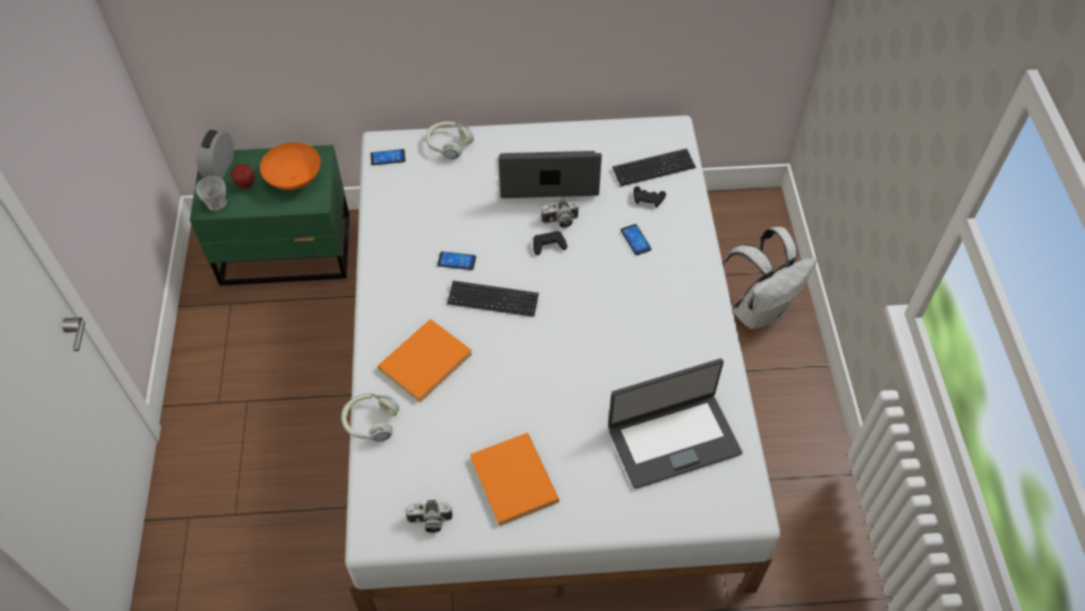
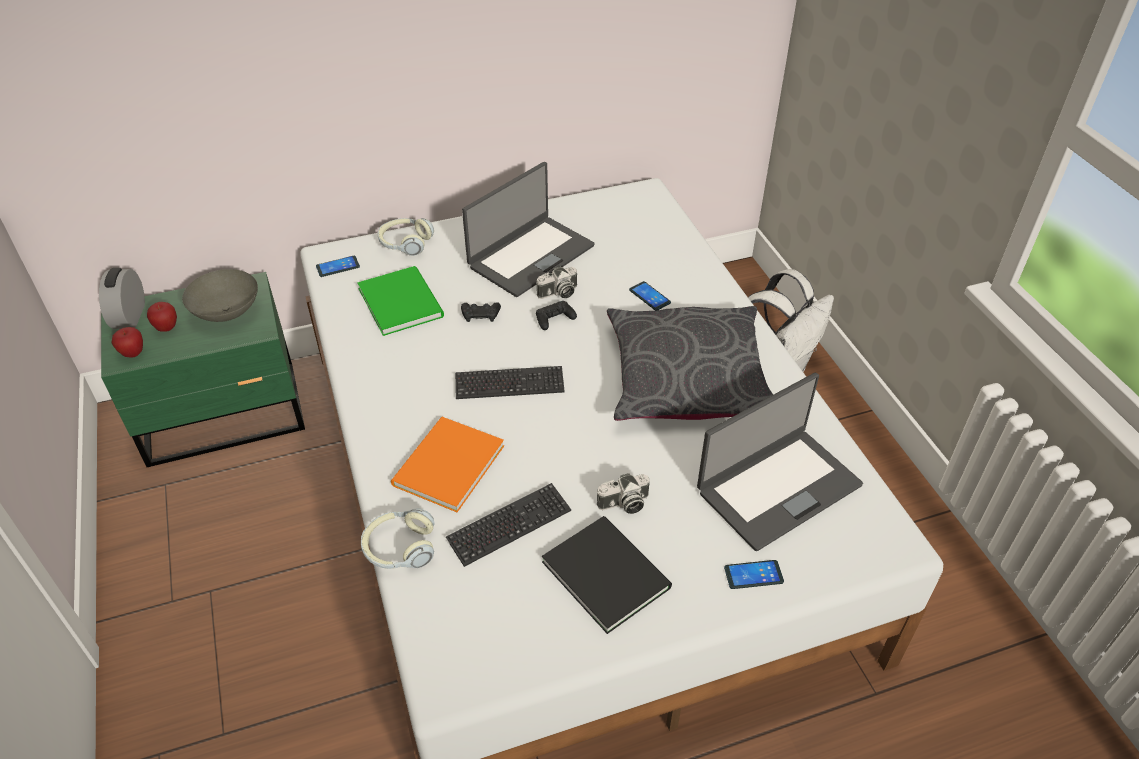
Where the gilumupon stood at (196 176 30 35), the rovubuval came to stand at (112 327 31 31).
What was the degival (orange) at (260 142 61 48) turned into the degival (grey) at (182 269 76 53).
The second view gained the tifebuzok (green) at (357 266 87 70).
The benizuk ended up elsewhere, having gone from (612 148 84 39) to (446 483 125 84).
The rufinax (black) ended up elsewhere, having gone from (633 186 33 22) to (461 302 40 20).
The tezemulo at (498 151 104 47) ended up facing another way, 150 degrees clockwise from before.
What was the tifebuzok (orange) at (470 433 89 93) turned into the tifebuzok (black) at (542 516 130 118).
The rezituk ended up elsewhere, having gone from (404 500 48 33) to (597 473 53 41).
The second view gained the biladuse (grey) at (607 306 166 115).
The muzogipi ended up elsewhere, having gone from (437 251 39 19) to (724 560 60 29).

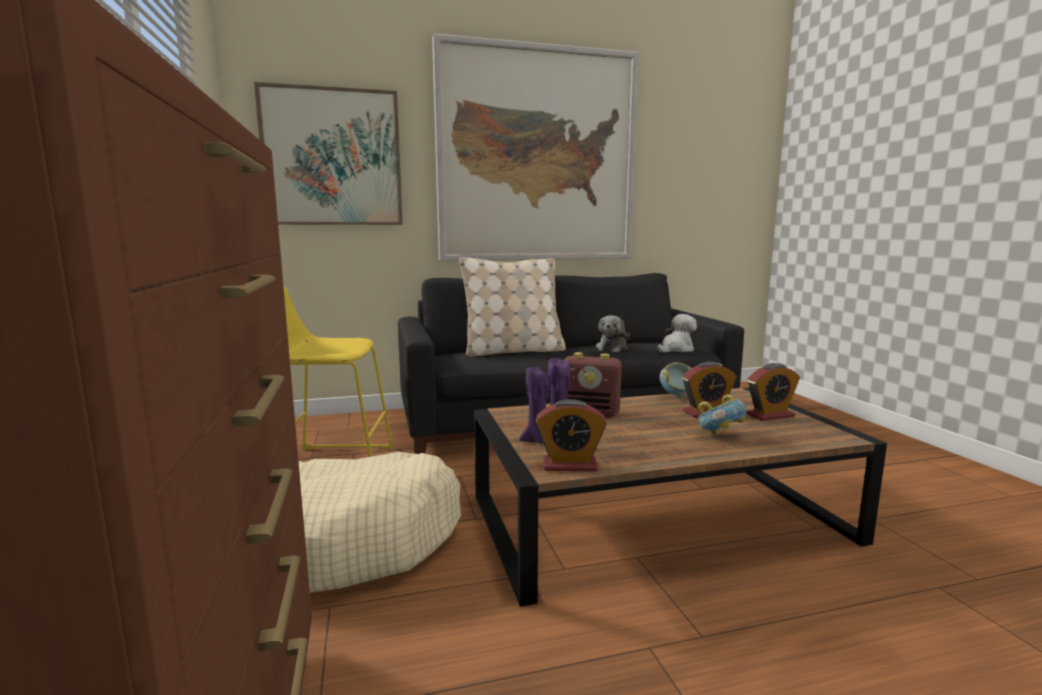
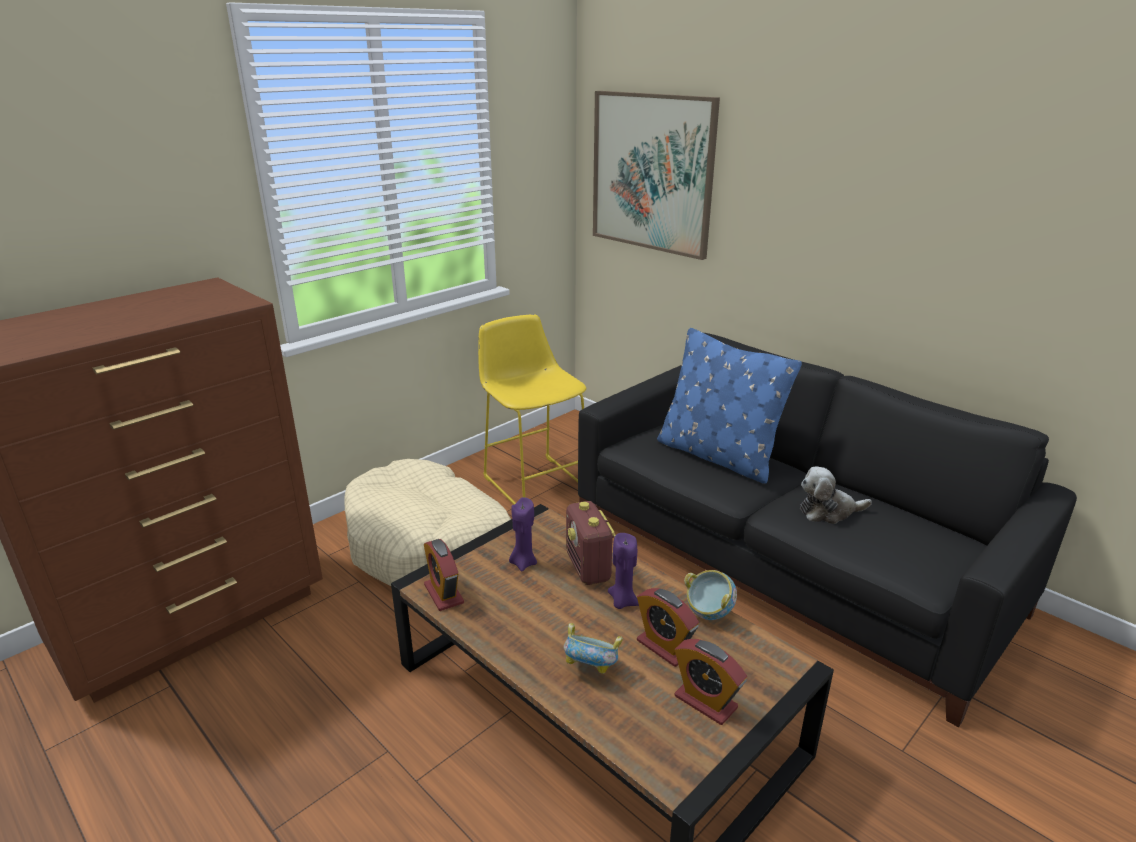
The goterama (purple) ended up elsewhere, having gone from (520 367 30 77) to (608 533 31 76).
What was the biladuse (beige) at (459 257 107 99) turned into the biladuse (blue) at (657 328 145 156).
The second view lost the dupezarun at (432 33 207 228).
The second view lost the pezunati at (657 314 40 38).

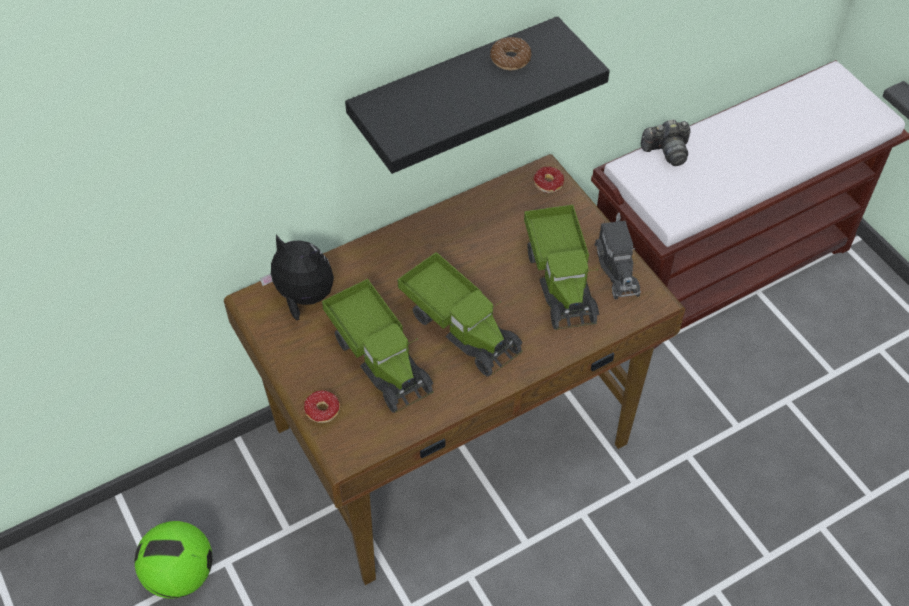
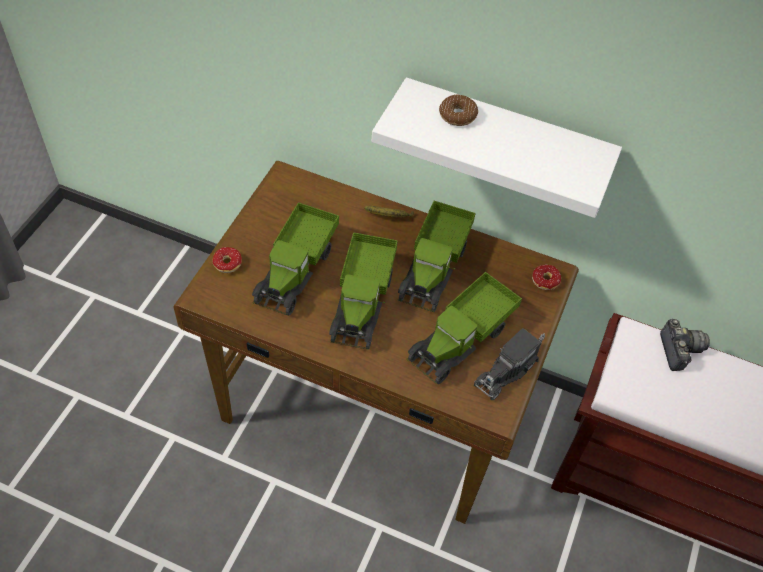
The second view gained the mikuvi at (364 206 50 11).
What was the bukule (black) at (345 16 265 158) turned into the bukule (white) at (372 78 250 140).
The second view gained the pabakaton at (398 201 77 111).
The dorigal ended up elsewhere, having gone from (490 37 42 33) to (439 95 39 31).
The rezituk at (641 119 49 47) ended up facing another way, 135 degrees counterclockwise from before.
The second view lost the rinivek at (134 521 78 78).
The second view lost the pezunati at (260 235 74 86).

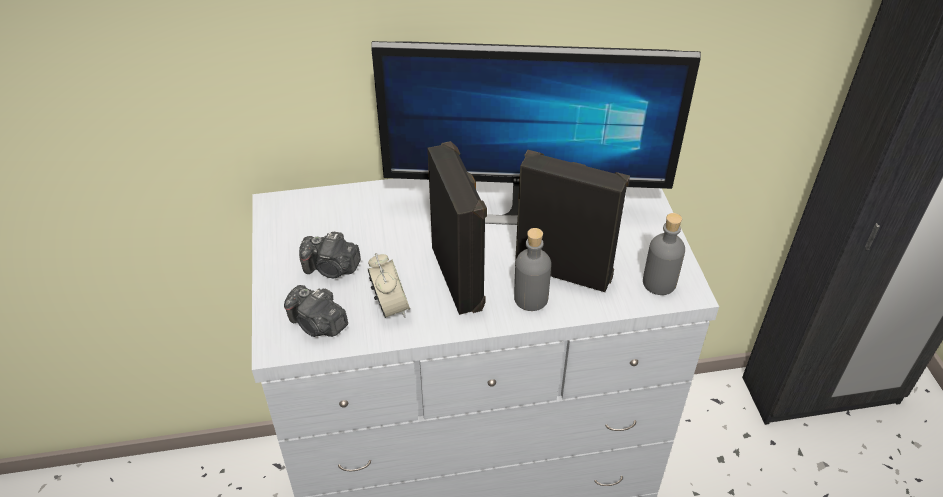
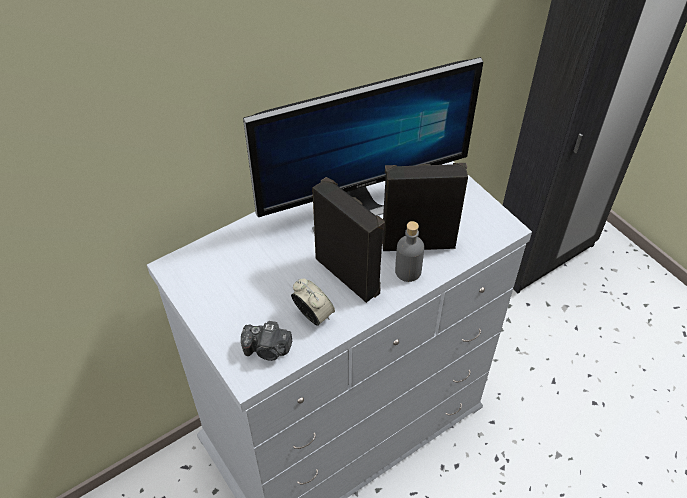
The second view lost the rezituk at (299 231 62 47).
The second view lost the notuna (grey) at (643 213 42 82).

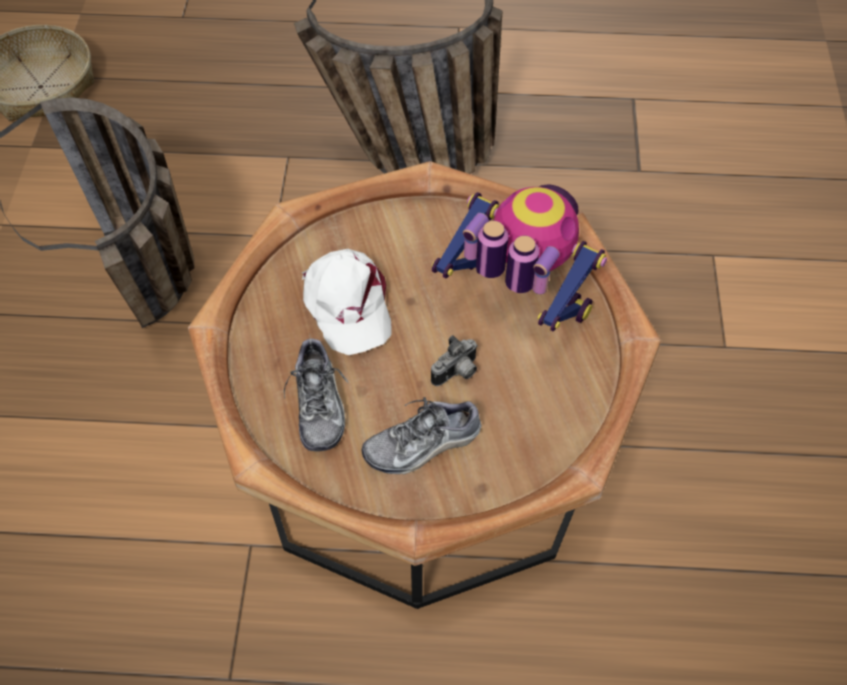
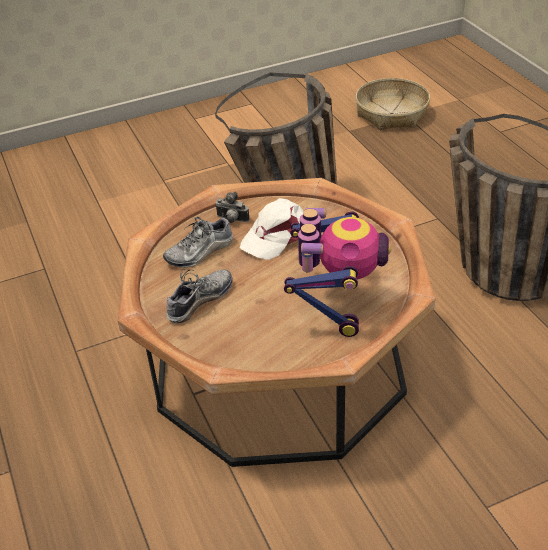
The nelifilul at (362 397 119 78) ended up facing another way, 90 degrees clockwise from before.
The rezituk ended up elsewhere, having gone from (431 335 47 51) to (215 192 34 31).

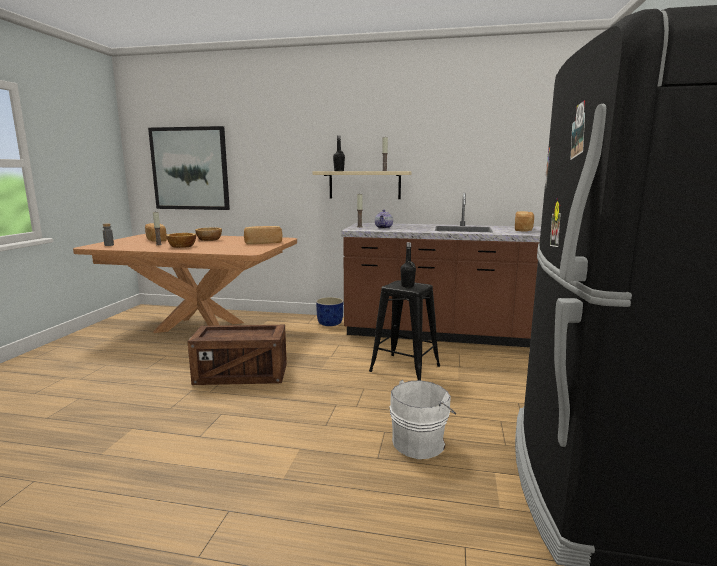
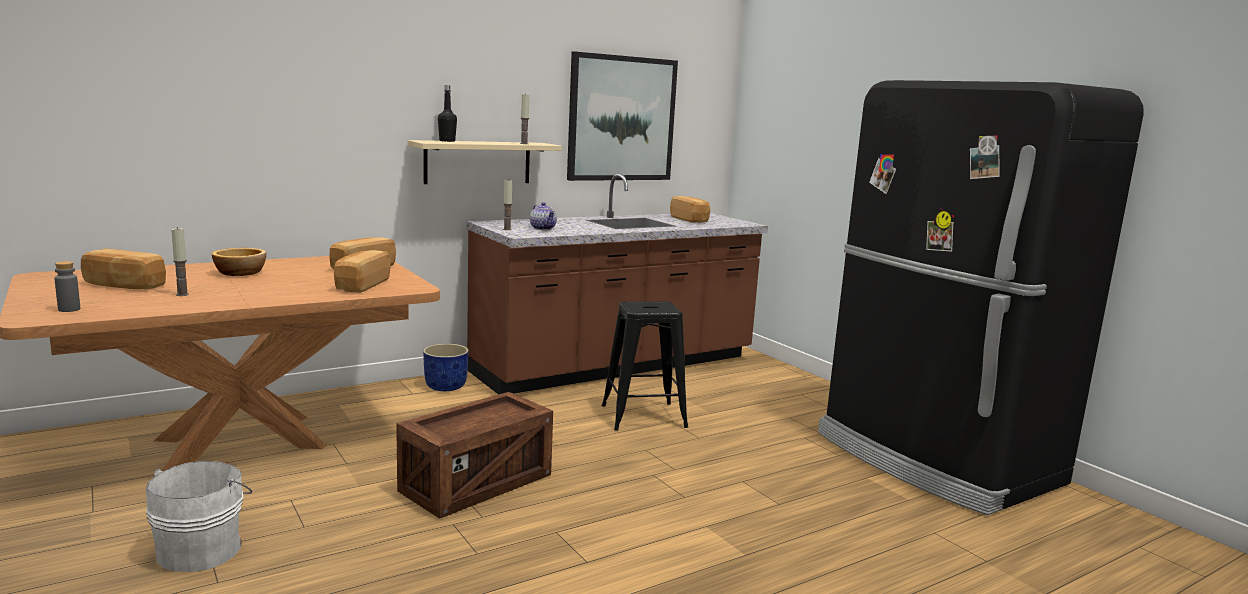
The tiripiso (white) ended up elsewhere, having gone from (389 380 67 79) to (146 461 106 111).
The second view gained the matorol at (334 250 57 43).
The dupezarun ended up elsewhere, having gone from (148 126 82 84) to (567 51 111 130).
The second view lost the degival at (166 233 30 15).
The second view lost the notuna (black) at (400 242 16 46).

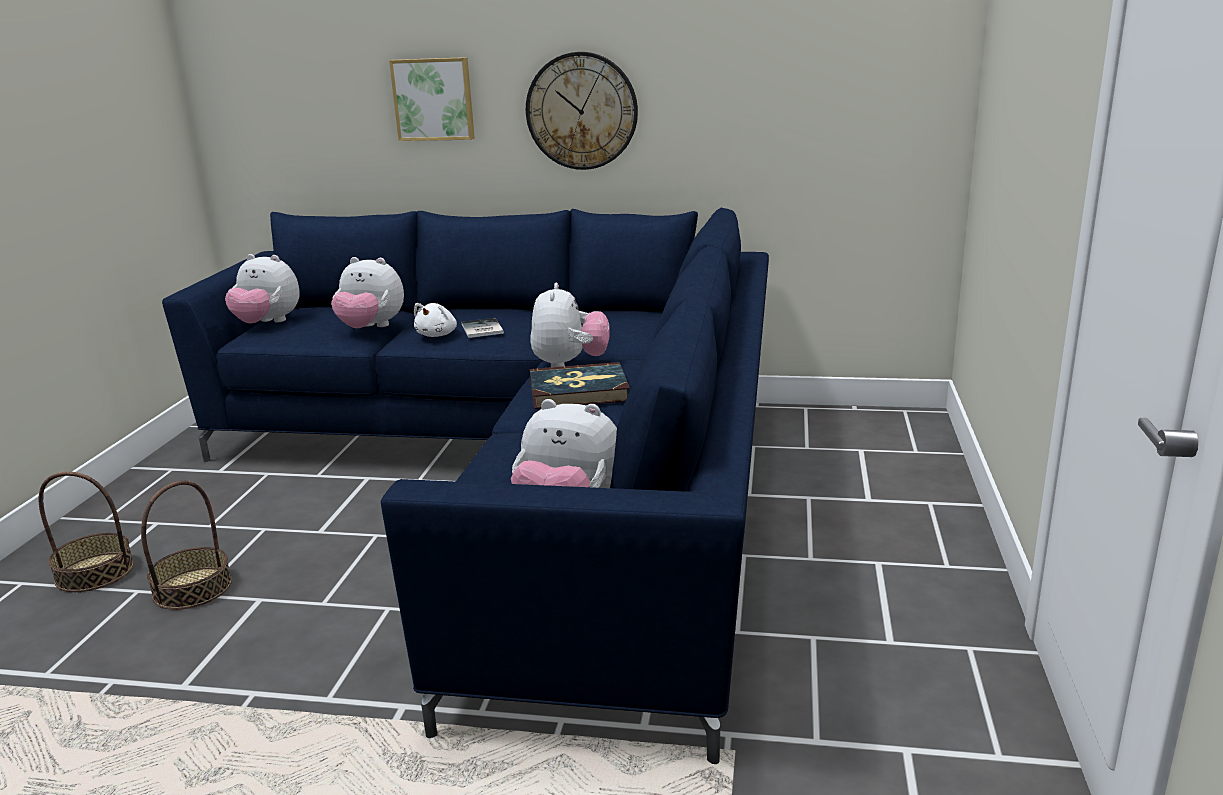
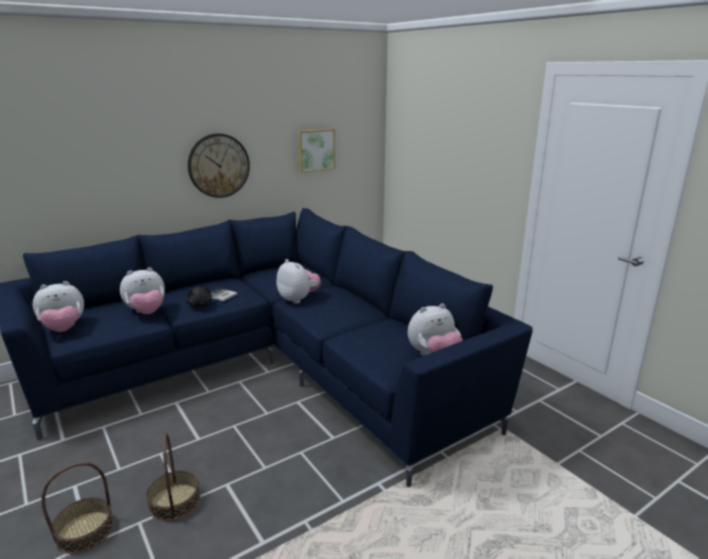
What was the pezunati (white) at (414 303 43 34) turned into the pezunati (black) at (186 287 26 20).
The dupezarun ended up elsewhere, having gone from (389 57 86 84) to (297 129 38 44).
The second view lost the tifebuzok at (530 362 100 47).

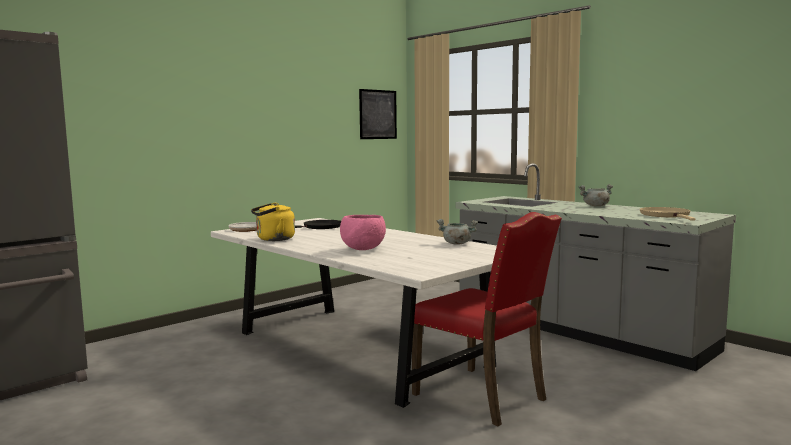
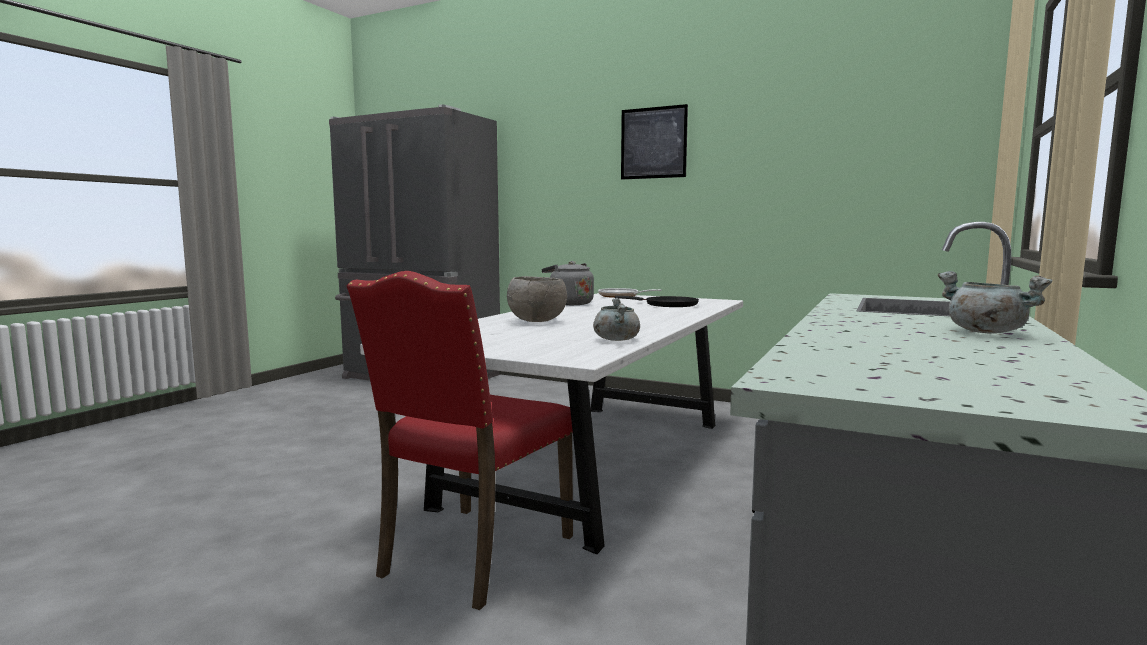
What was the degival (pink) at (340 215 46 35) turned into the degival (grey) at (507 276 60 46).
What was the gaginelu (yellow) at (251 203 44 38) turned into the gaginelu (grey) at (542 261 52 44).
The dupezarun ended up elsewhere, having gone from (359 89 38 50) to (621 104 67 76).
The second view lost the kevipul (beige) at (640 207 56 14).

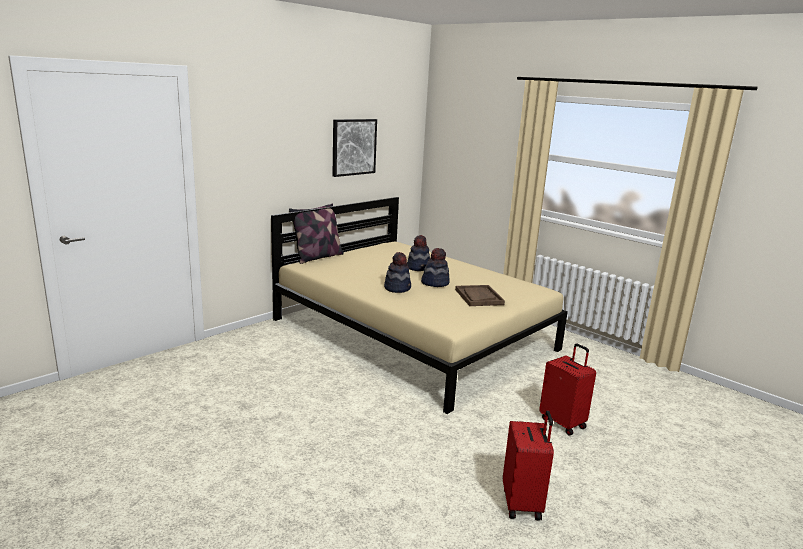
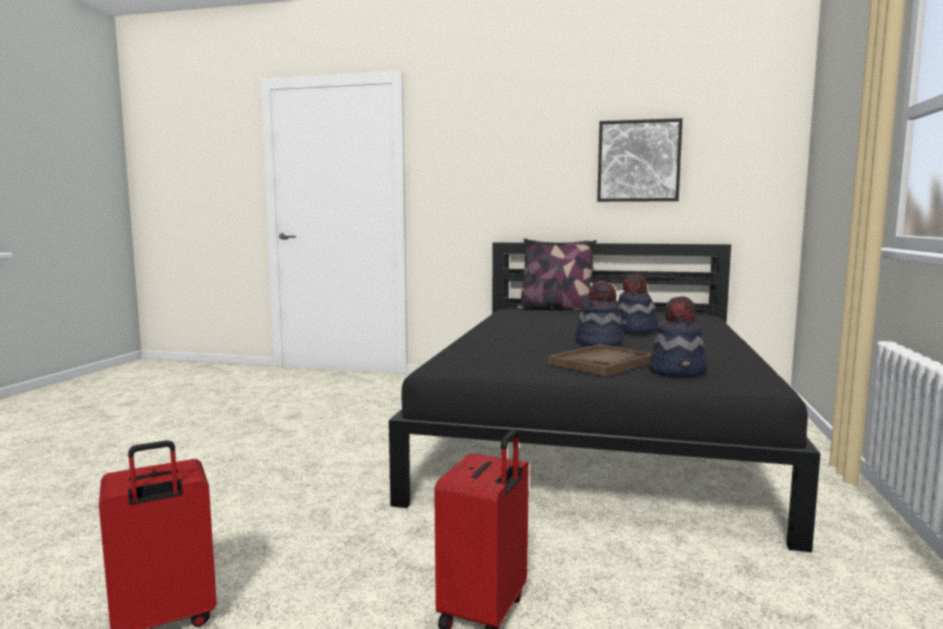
What was the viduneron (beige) at (271 197 297 217) turned into the viduneron (black) at (389 242 432 310).
The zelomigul ended up elsewhere, having gone from (384 252 27 41) to (649 296 58 81).

